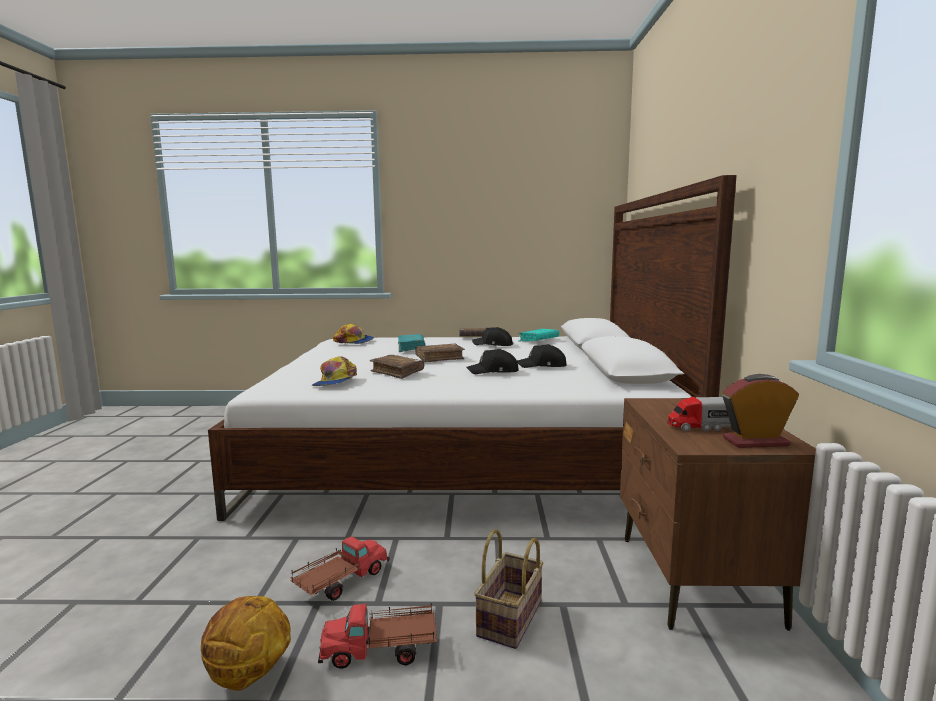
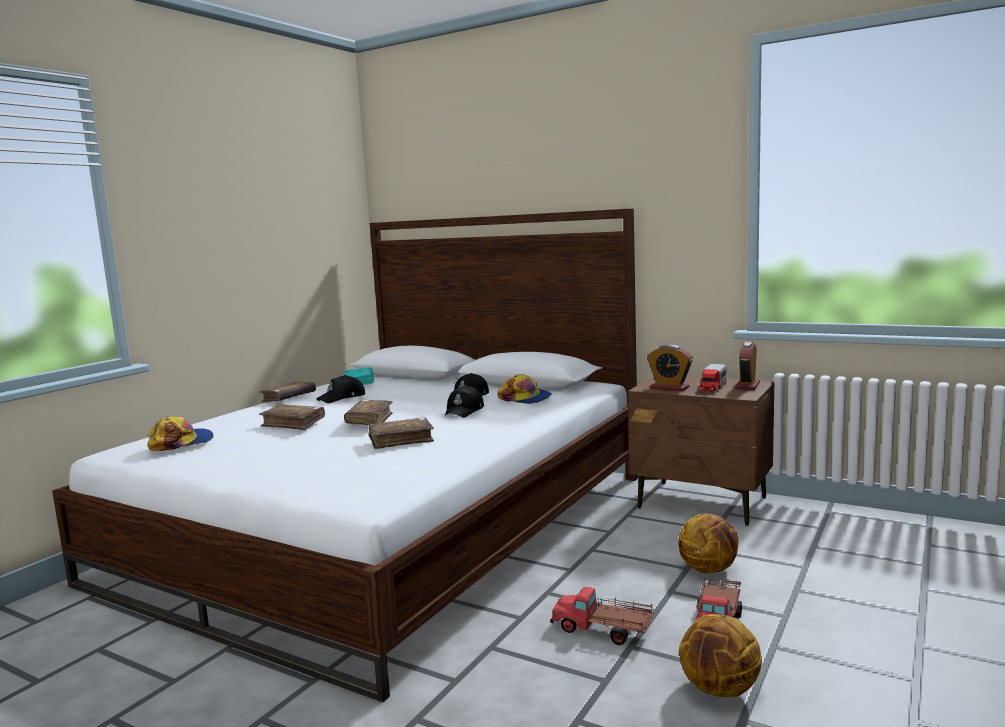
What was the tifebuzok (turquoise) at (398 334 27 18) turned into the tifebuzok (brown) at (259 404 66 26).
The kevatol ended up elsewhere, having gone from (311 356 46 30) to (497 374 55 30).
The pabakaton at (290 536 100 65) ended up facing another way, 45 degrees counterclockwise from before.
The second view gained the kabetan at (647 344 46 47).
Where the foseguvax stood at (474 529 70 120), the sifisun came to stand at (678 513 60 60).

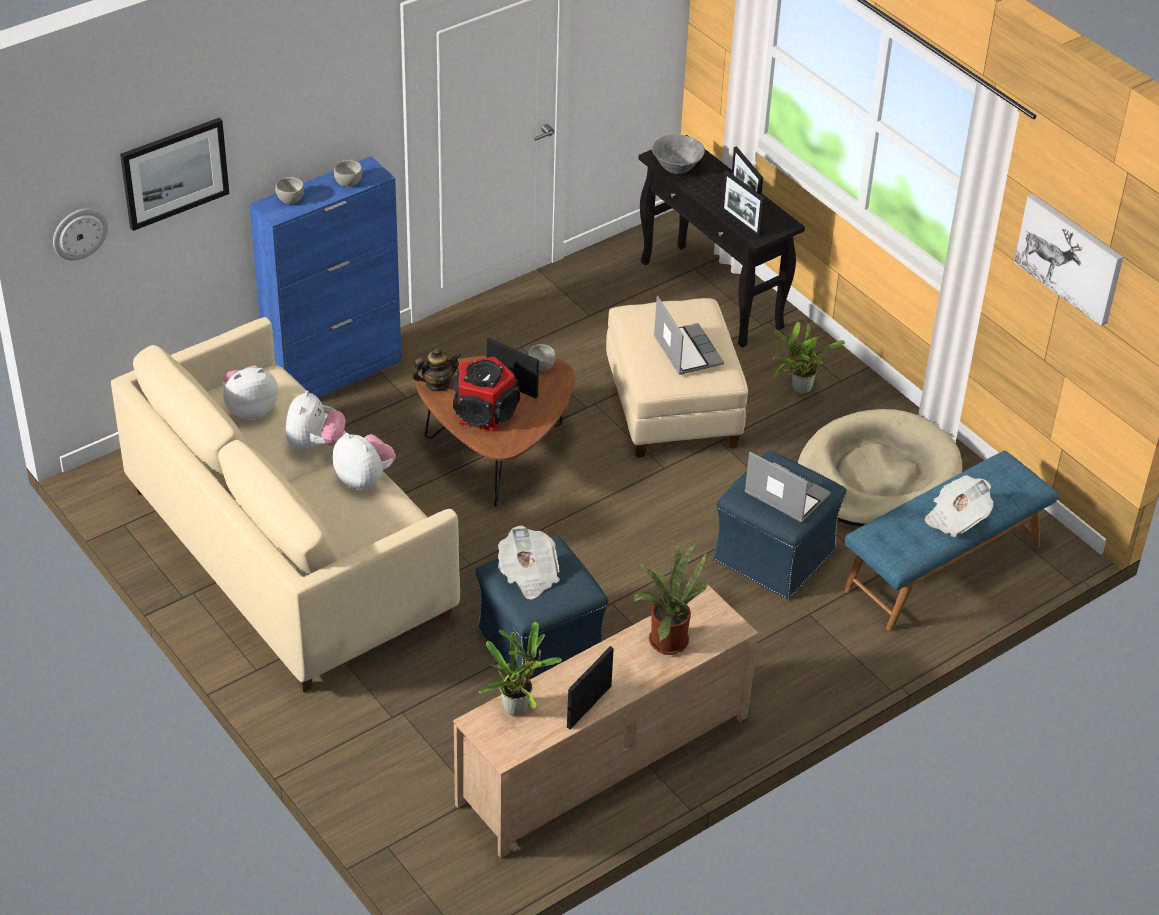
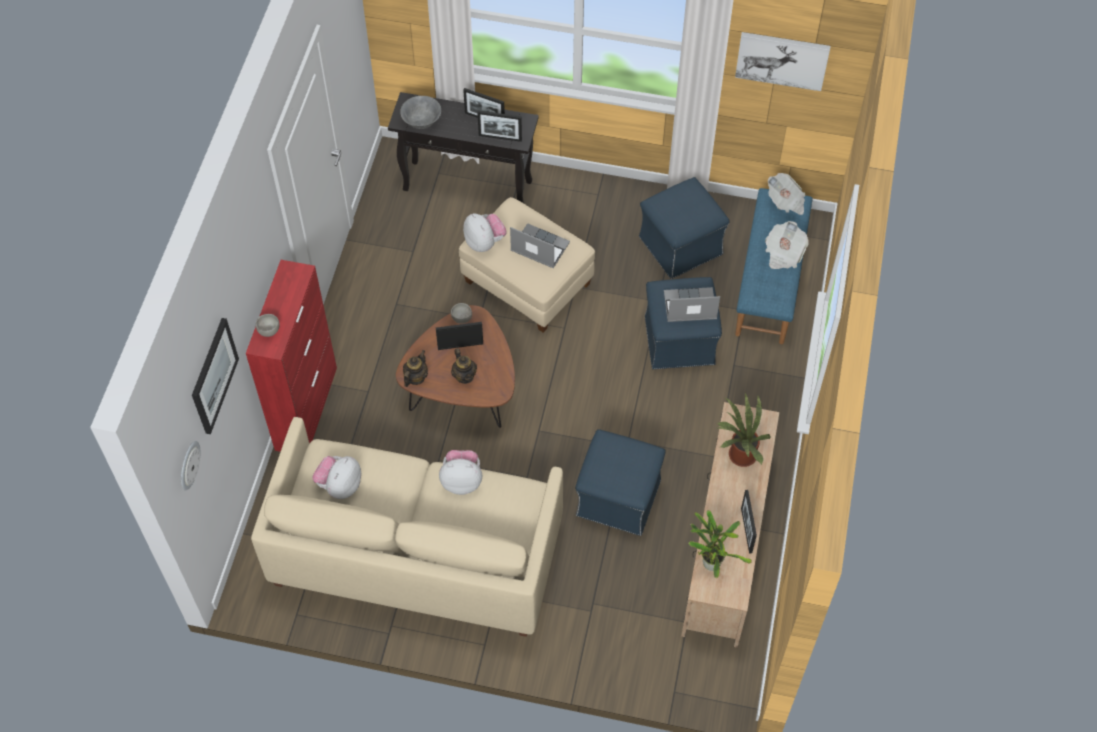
What was the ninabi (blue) at (249 156 153 242) turned into the ninabi (red) at (246 260 91 192).
Where the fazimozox stood at (453 356 67 75), the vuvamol came to stand at (451 348 26 36).
The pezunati ended up elsewhere, having gone from (285 390 60 61) to (463 213 44 39).
Where the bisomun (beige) stood at (798 409 164 117), the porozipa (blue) came to stand at (639 177 91 102).
The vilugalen ended up elsewhere, having gone from (498 526 62 74) to (768 173 37 42).
The second view lost the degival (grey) at (334 160 29 27).
The second view lost the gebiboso at (773 322 72 72).

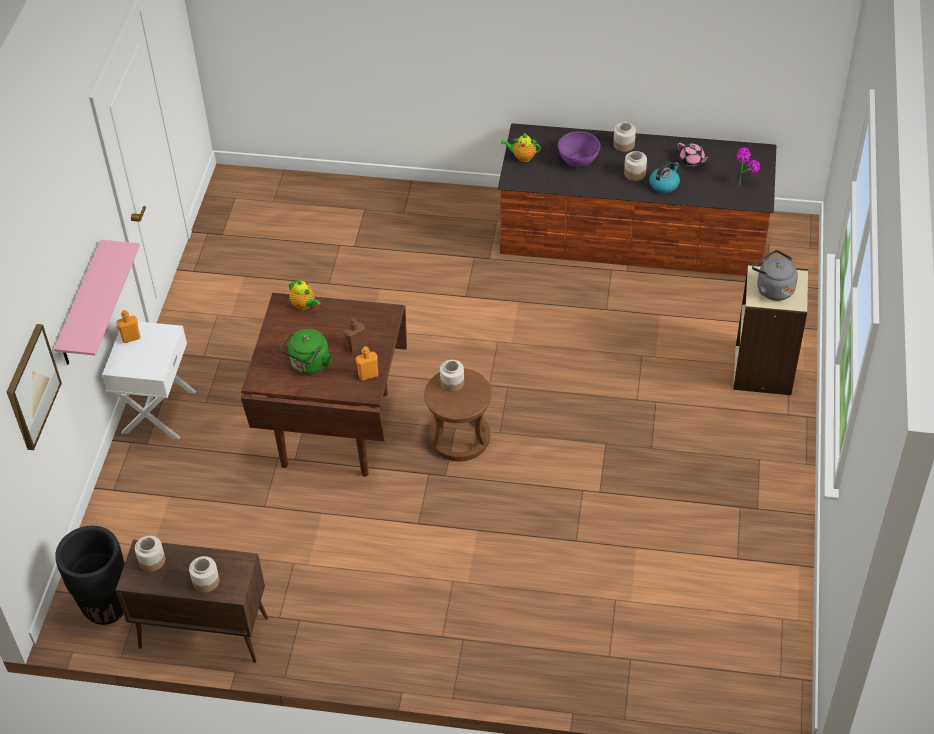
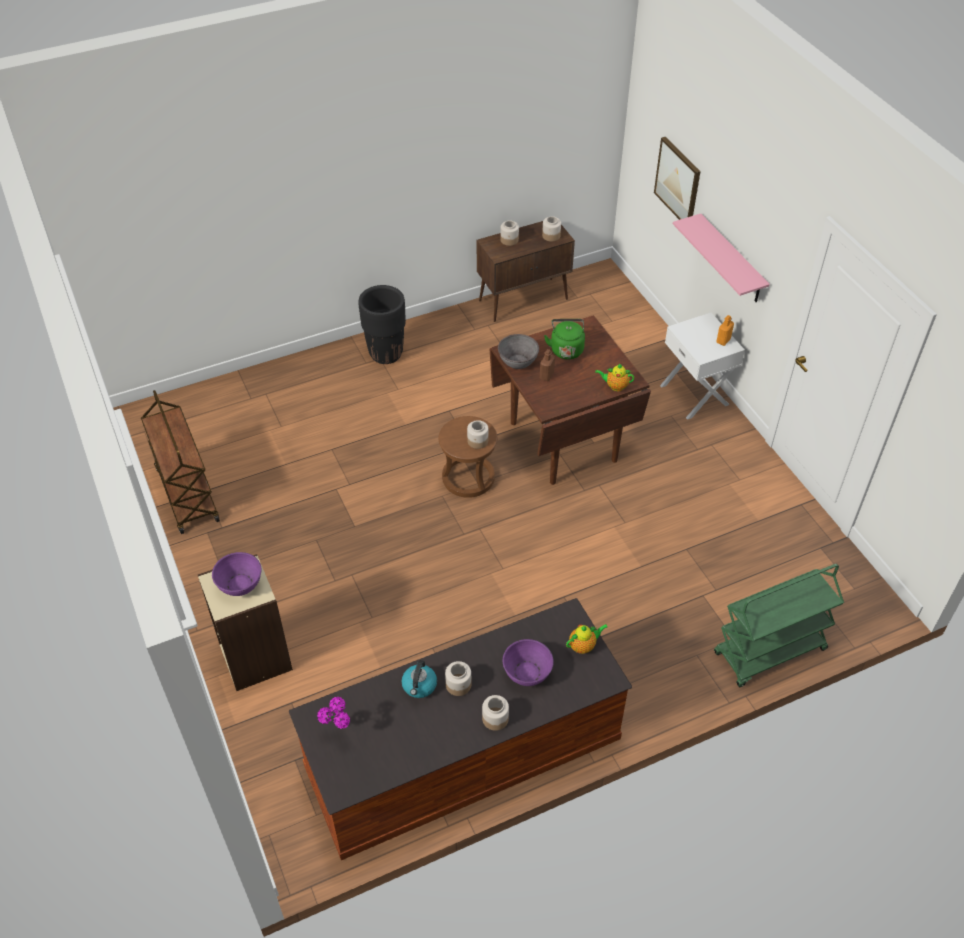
The second view gained the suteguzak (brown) at (141 390 79 144).
Where the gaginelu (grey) stood at (752 250 46 51), the degival (purple) came to stand at (212 552 50 44).
The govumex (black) ended up elsewhere, having gone from (55 526 70 99) to (359 285 47 79).
Where the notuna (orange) stood at (356 346 22 34), the degival (grey) came to stand at (498 334 41 35).
The second view gained the suteguzak (green) at (714 564 130 123).
The second view lost the vuvamol (pink) at (678 143 32 23).

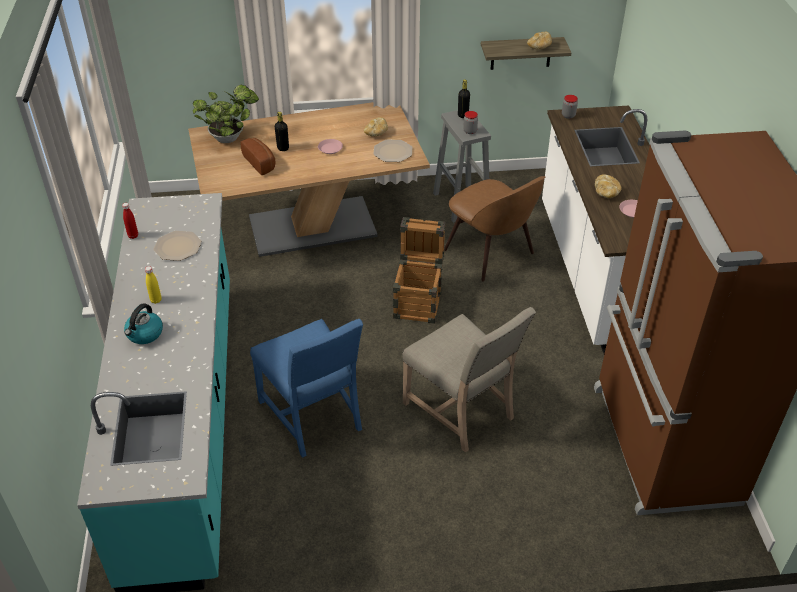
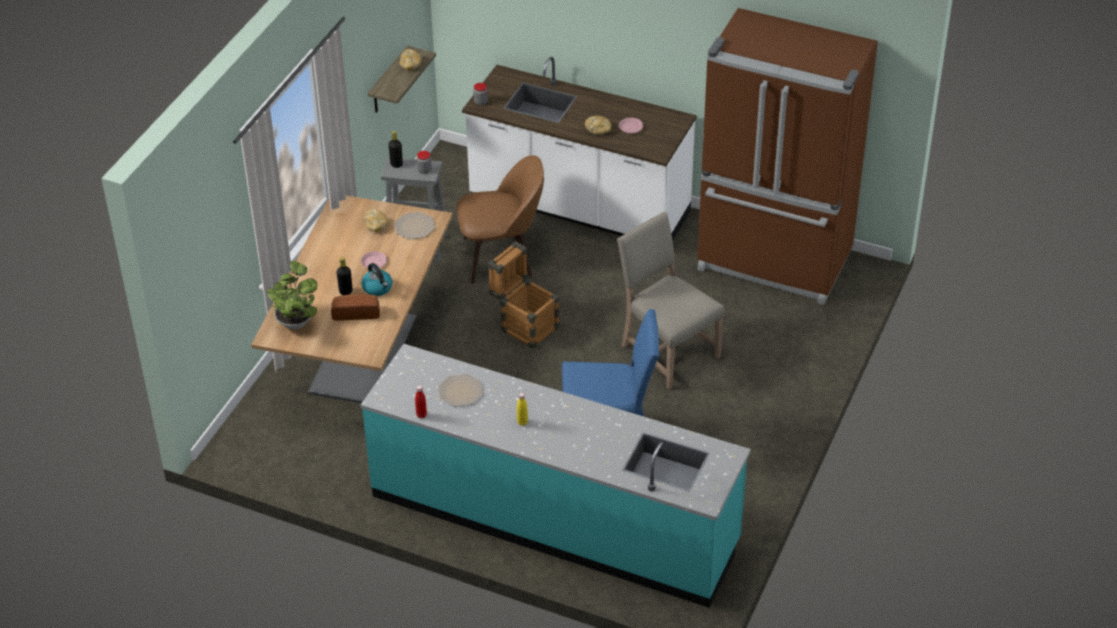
The gaginelu ended up elsewhere, having gone from (124 303 39 41) to (361 263 31 33).
The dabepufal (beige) at (402 307 134 146) ended up facing another way, 120 degrees counterclockwise from before.

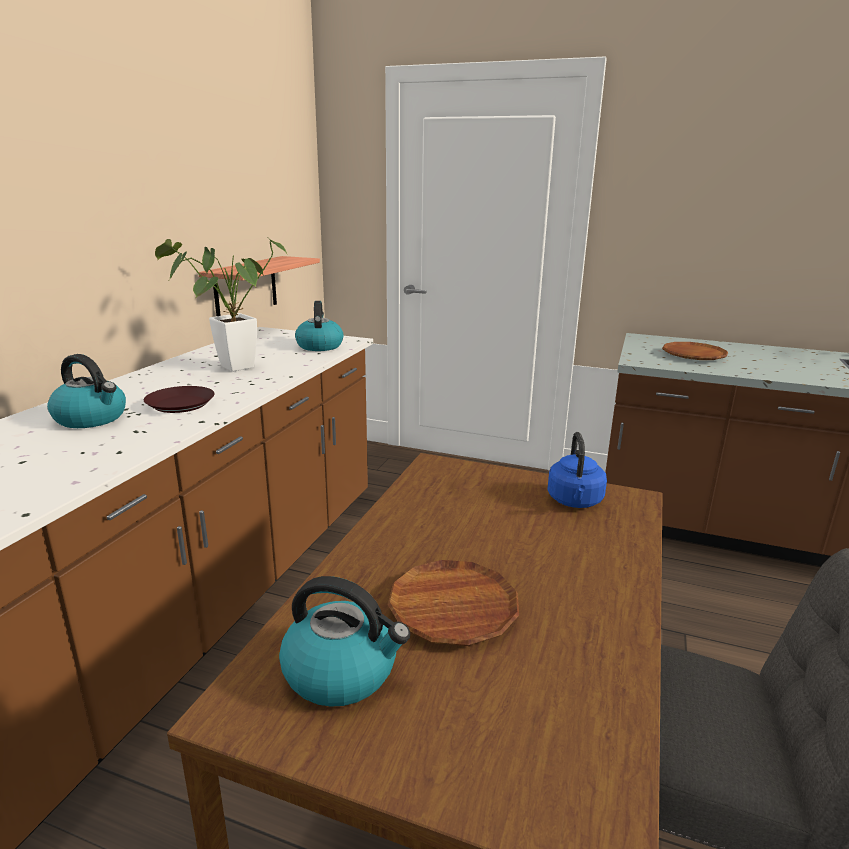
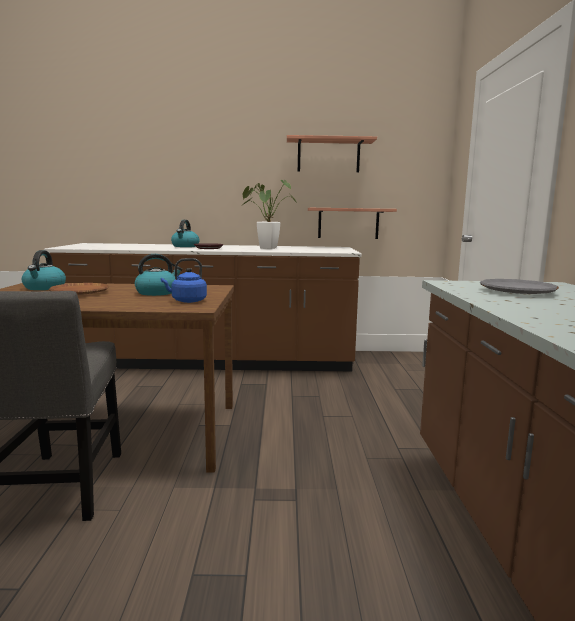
The gaginelu ended up elsewhere, having gone from (295 301 49 50) to (135 254 47 42).
The second view gained the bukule at (287 135 90 37).
What was the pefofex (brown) at (662 342 66 18) turned into the pefofex (grey) at (480 279 79 15).

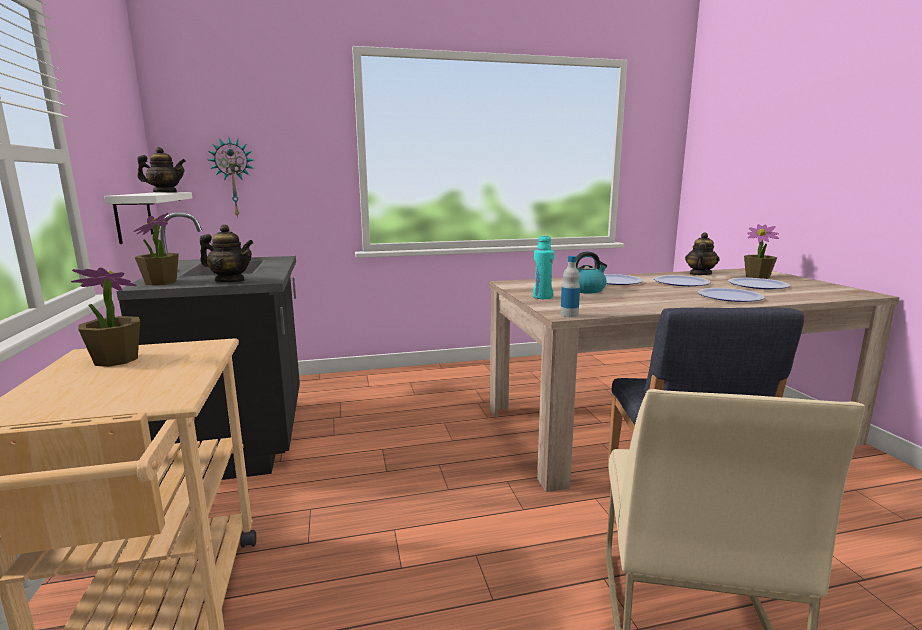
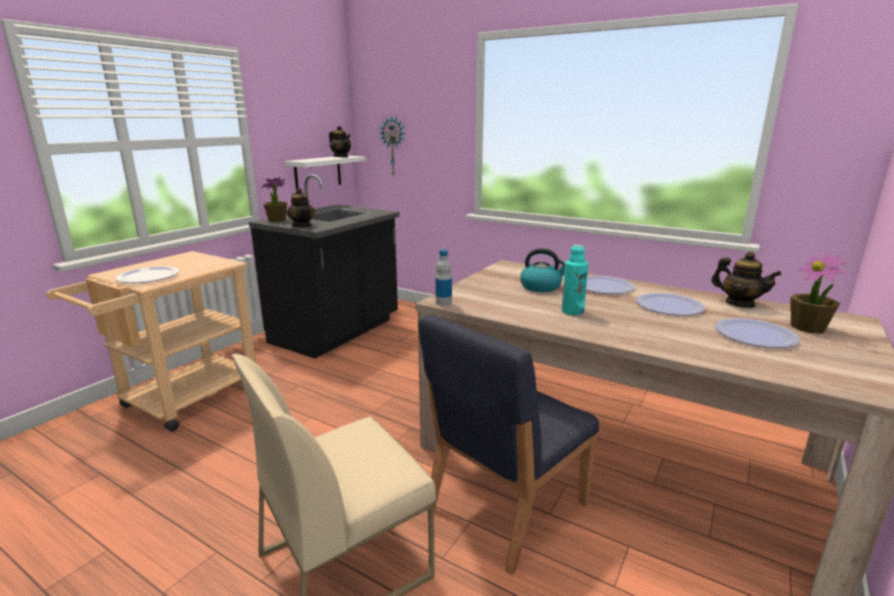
The pefofex ended up elsewhere, having gone from (698 288 67 14) to (116 266 63 17).
The notuna (turquoise) ended up elsewhere, having gone from (533 235 21 64) to (562 245 26 70).
The vuvamol at (685 232 35 43) ended up facing another way, 60 degrees clockwise from before.
The second view lost the gebiboso at (71 267 69 100).

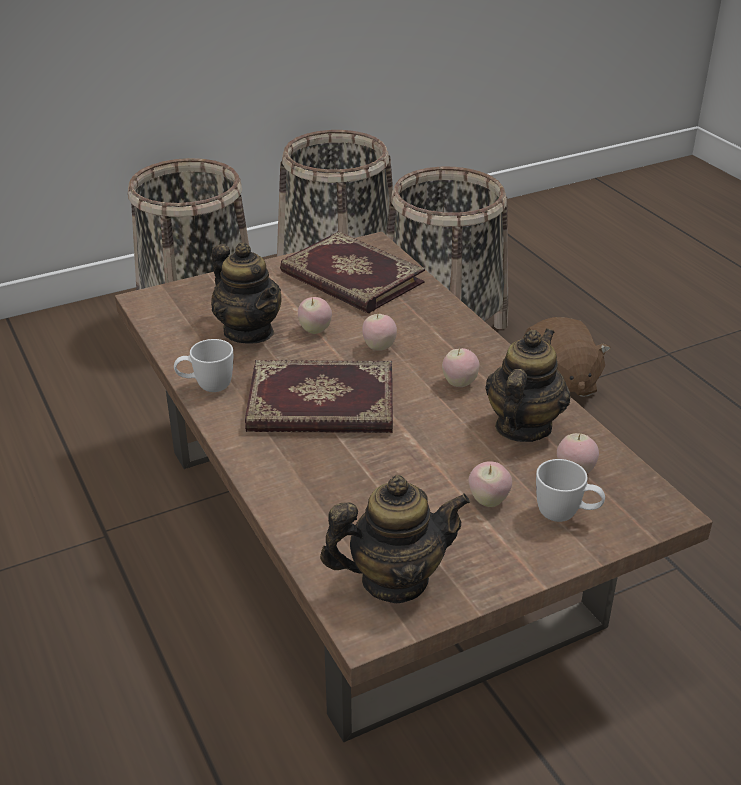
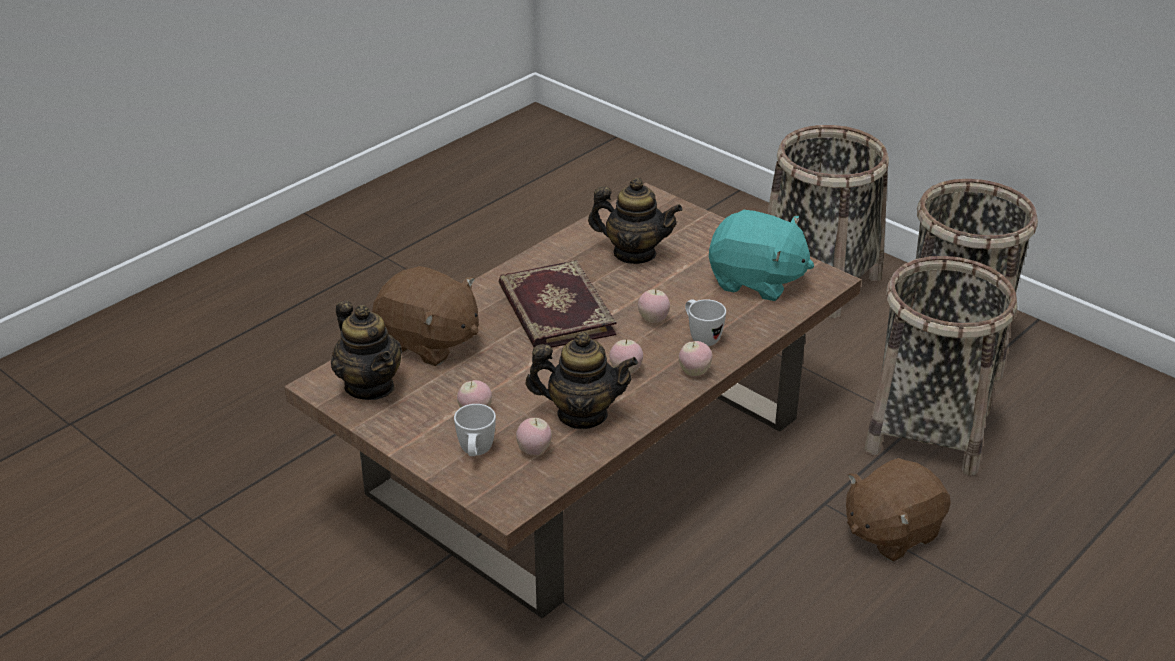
The second view gained the pezunati (brown) at (372 266 107 100).
The vuvamol at (211 243 71 101) ended up facing another way, 105 degrees counterclockwise from before.
The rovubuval ended up elsewhere, having gone from (298 297 34 37) to (678 341 34 35).
The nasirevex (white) ended up elsewhere, having gone from (174 339 59 53) to (685 299 41 47).
Where the tifebuzok stood at (280 231 145 82), the pezunati (turquoise) came to stand at (709 210 105 91).

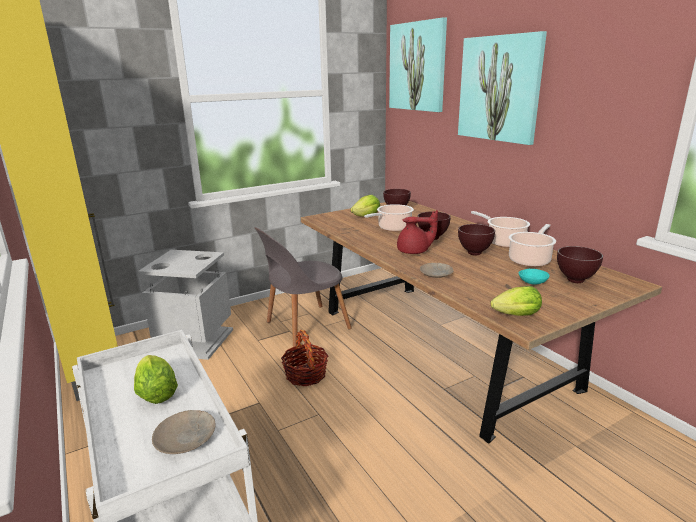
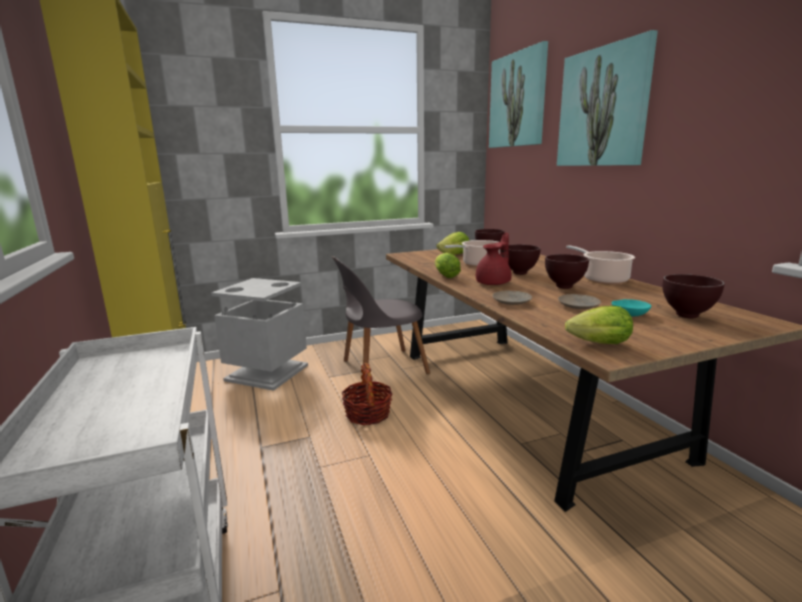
The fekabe ended up elsewhere, having gone from (134 355 44 49) to (435 253 26 25).
The vuvamol (red) at (397 210 41 44) ended up facing another way, 60 degrees counterclockwise from before.
The pefofex (beige) ended up elsewhere, having gone from (152 410 64 44) to (558 294 43 15).
The second view lost the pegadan at (508 224 48 43).

